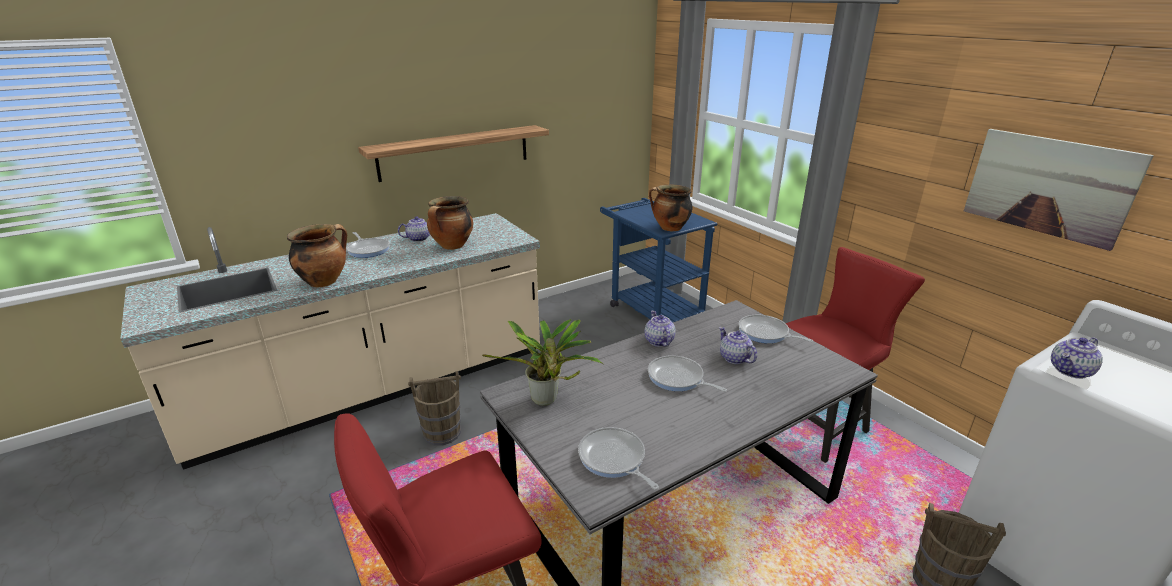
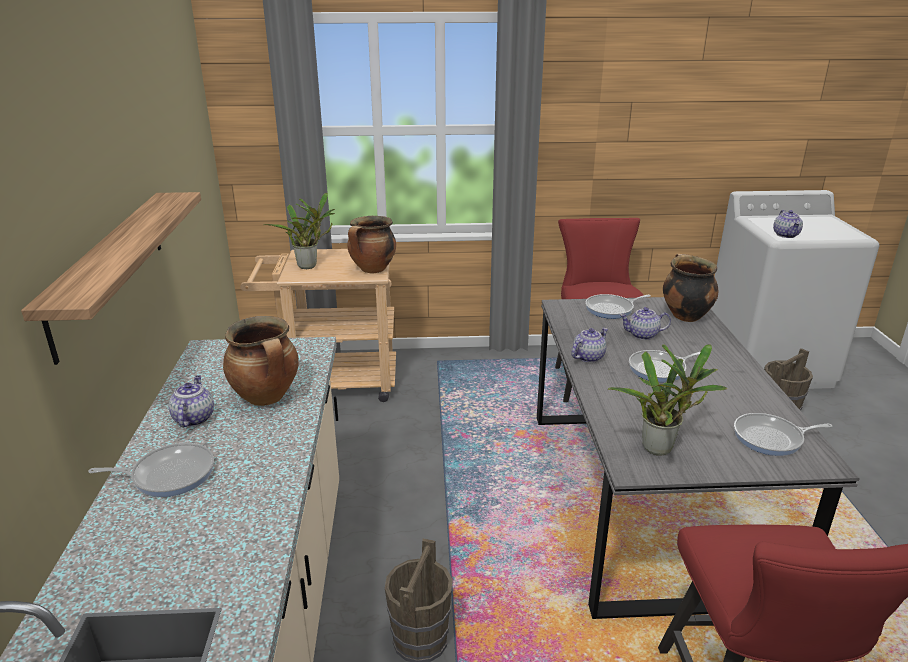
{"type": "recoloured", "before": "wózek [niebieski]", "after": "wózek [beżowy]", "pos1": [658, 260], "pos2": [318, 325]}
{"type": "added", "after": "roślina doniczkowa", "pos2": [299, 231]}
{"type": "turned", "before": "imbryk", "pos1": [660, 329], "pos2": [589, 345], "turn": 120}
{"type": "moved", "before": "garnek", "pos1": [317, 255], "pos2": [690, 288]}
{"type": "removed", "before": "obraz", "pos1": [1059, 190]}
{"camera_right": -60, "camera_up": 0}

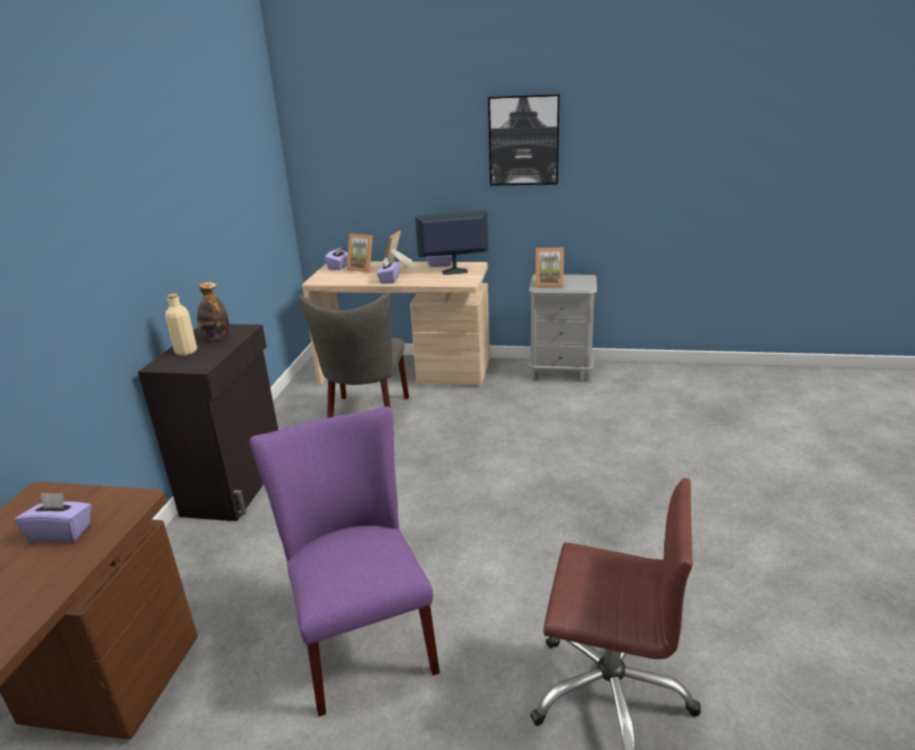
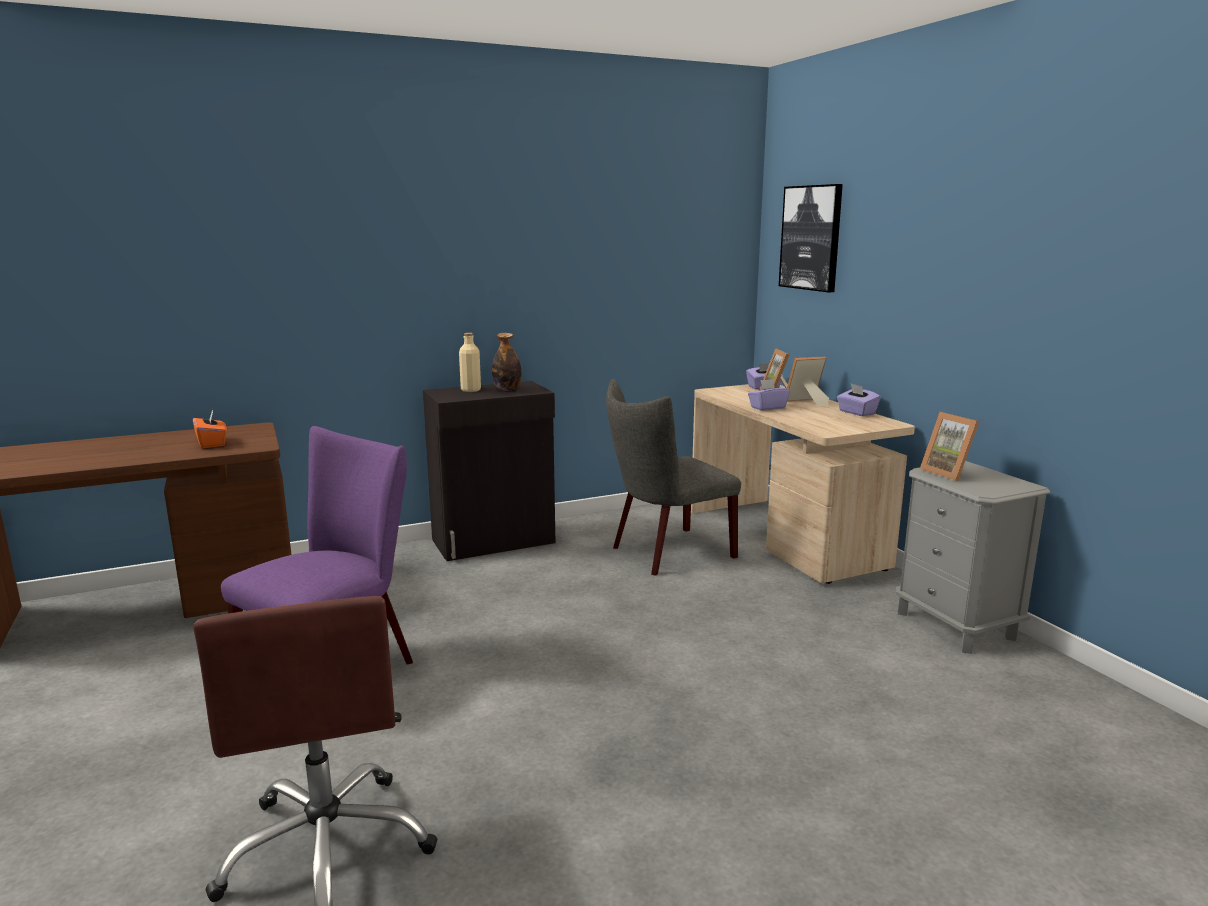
{"type": "recoloured", "before": "pudełko chusteczek [fioletowy]", "after": "pudełko chusteczek [pomarańczowy]", "pos1": [53, 517], "pos2": [210, 429]}
{"type": "moved", "before": "obraz", "pos1": [524, 140], "pos2": [811, 238]}
{"type": "removed", "before": "monitor", "pos1": [451, 242]}
{"camera_right": 55, "camera_up": -10}

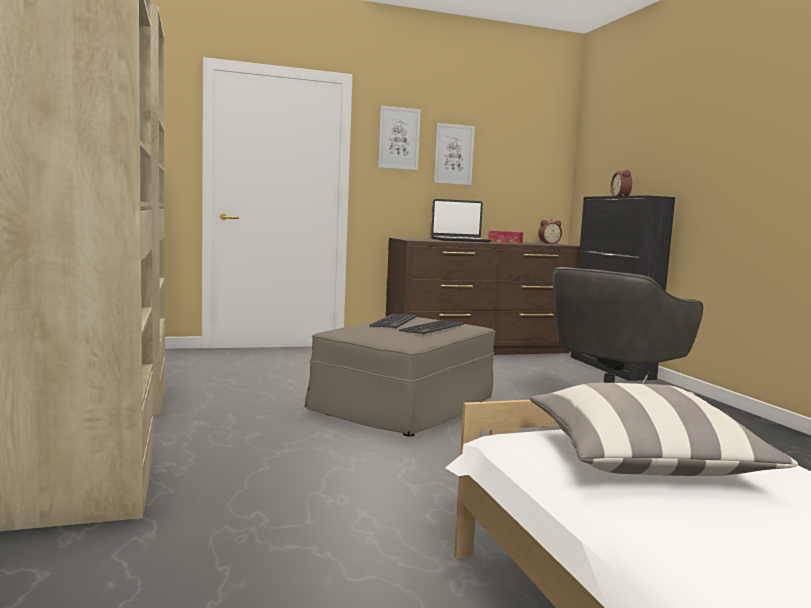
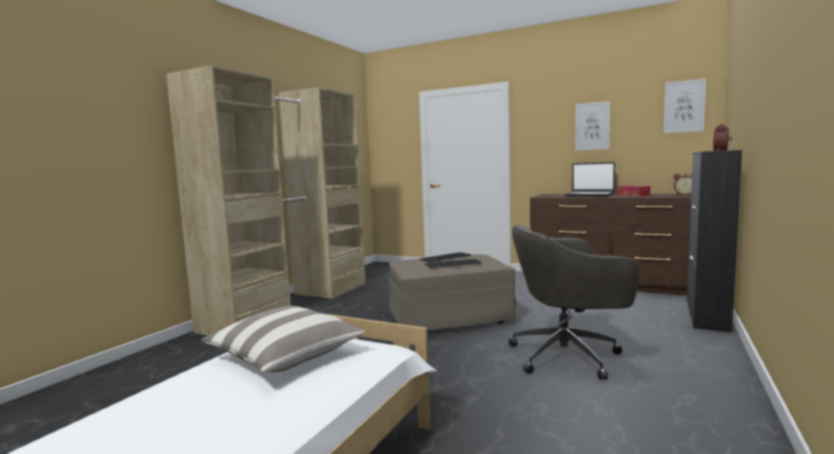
{"type": "moved", "before": "obraz", "pos1": [399, 138], "pos2": [685, 106]}
{"camera_right": 45, "camera_up": 0}

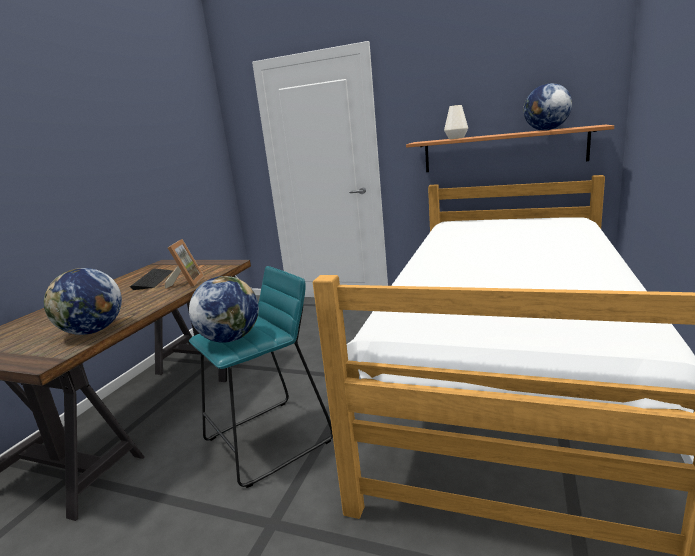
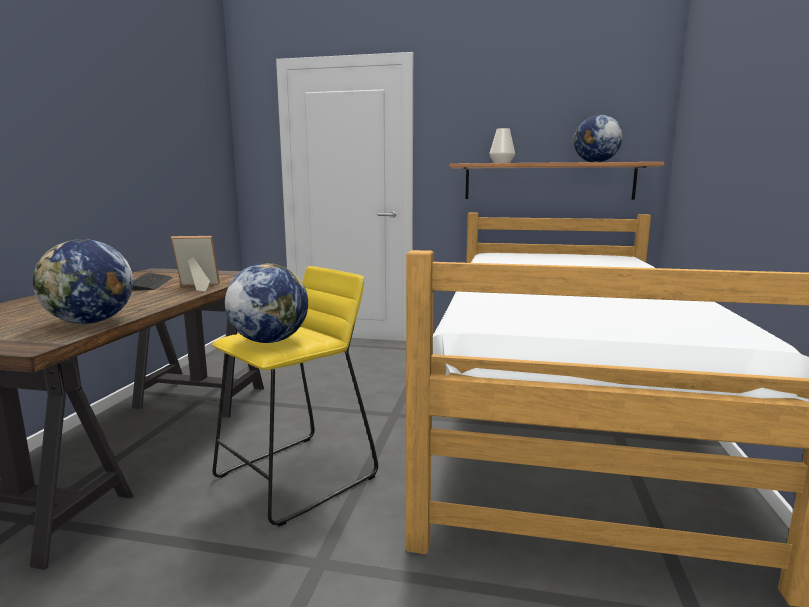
{"type": "turned", "before": "ramka na zdjęcie", "pos1": [184, 263], "pos2": [195, 263], "turn": -90}
{"type": "recoloured", "before": "stołek [turkusowy]", "after": "stołek [żółty]", "pos1": [261, 377], "pos2": [295, 396]}
{"camera_right": -10, "camera_up": -5}

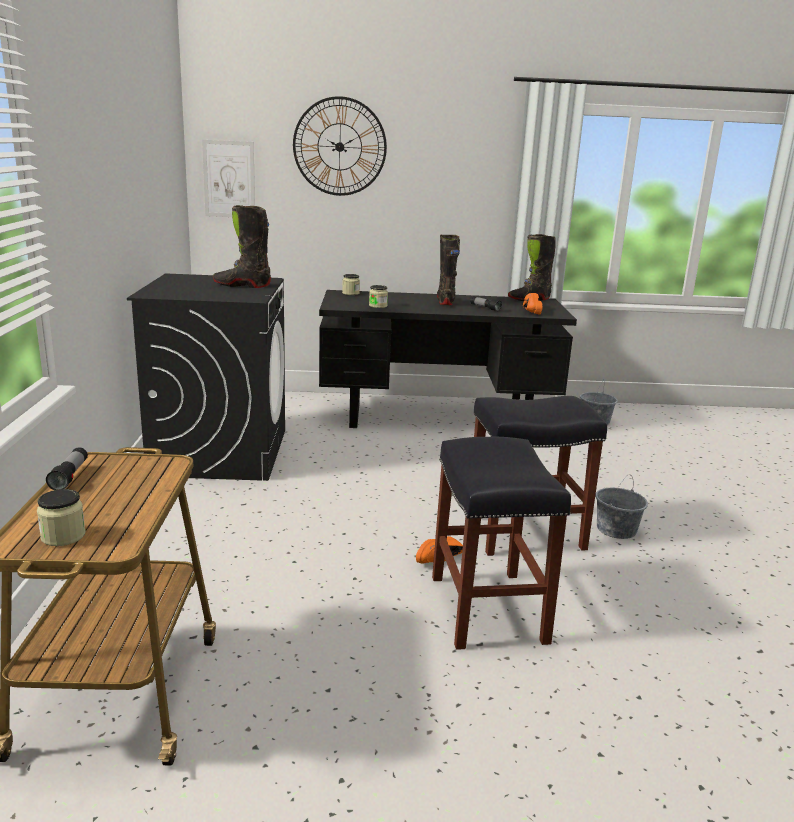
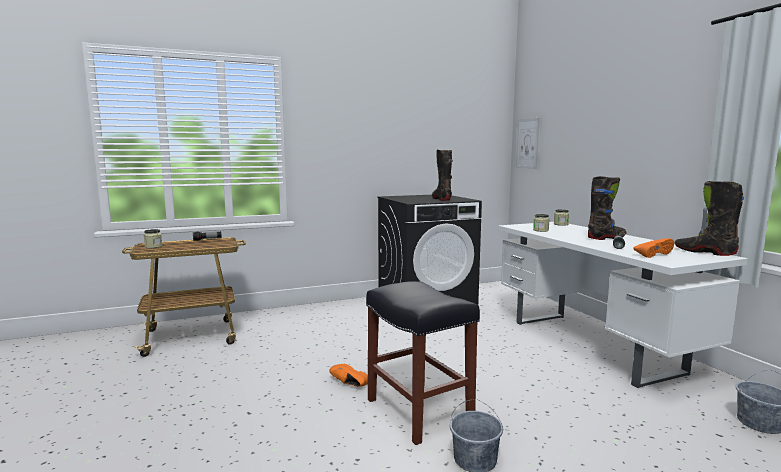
{"type": "recoloured", "before": "biurko [czarny]", "after": "biurko [biały]", "pos1": [448, 359], "pos2": [623, 305]}
{"type": "removed", "before": "zegar ścienny", "pos1": [340, 146]}
{"type": "removed", "before": "stołek [czarny]", "pos1": [501, 543]}
{"camera_right": 70, "camera_up": -10}

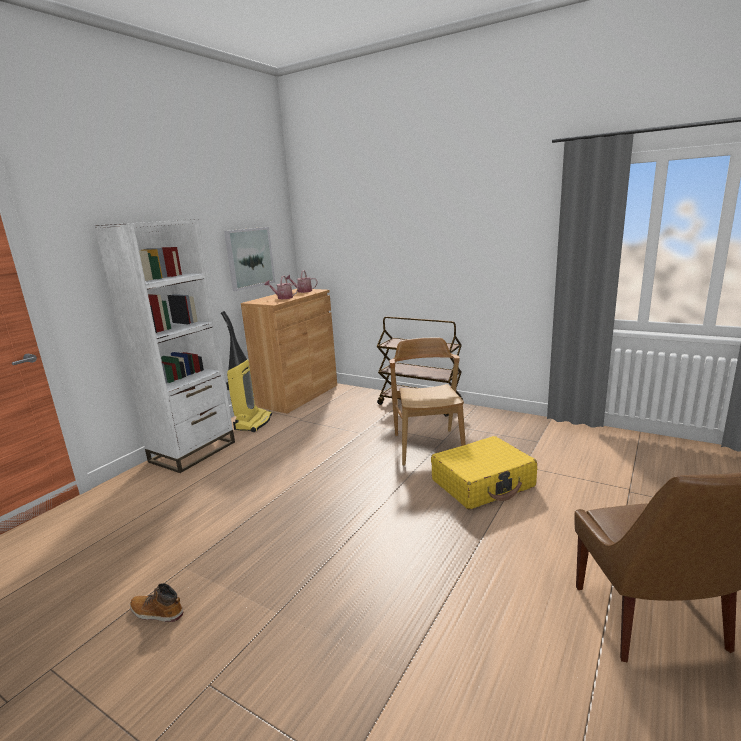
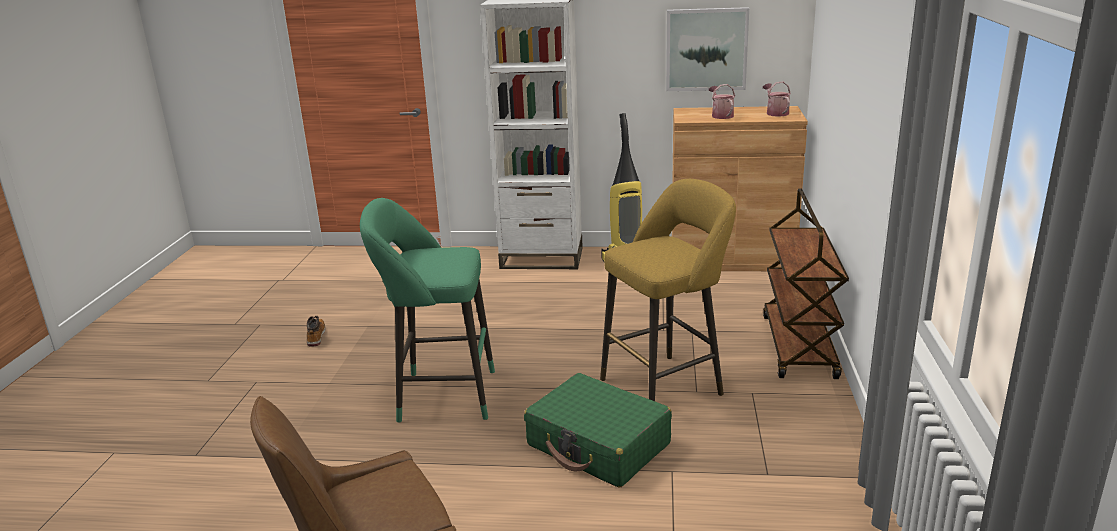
{"type": "added", "after": "stołek [zielony]", "pos2": [427, 310]}
{"type": "recoloured", "before": "walizka [żółty]", "after": "walizka [zielony]", "pos1": [484, 472], "pos2": [598, 430]}
{"type": "replaced", "before": "krzesło [brązowy]", "after": "stołek [żółty]", "pos1": [427, 402], "pos2": [668, 290]}
{"camera_right": 65, "camera_up": 5}

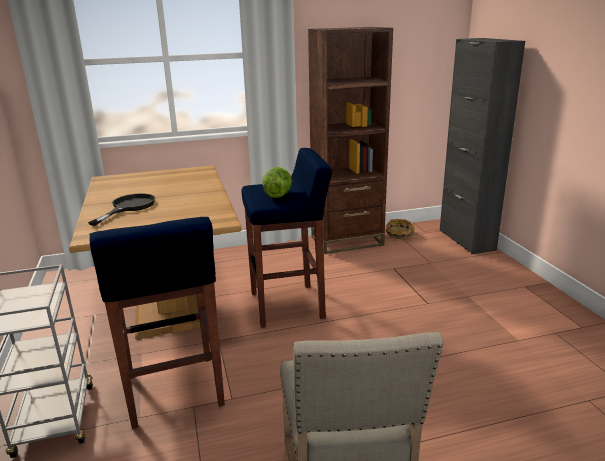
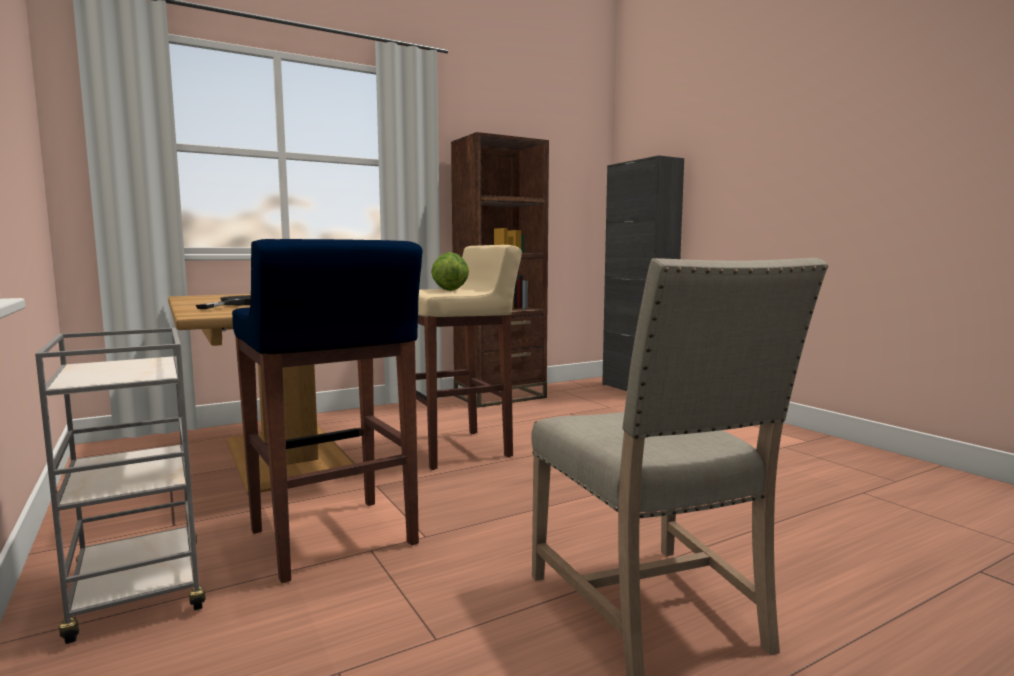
{"type": "recoloured", "before": "stołek [niebieski]", "after": "stołek [beżowy]", "pos1": [286, 238], "pos2": [469, 357]}
{"type": "removed", "before": "koszyk", "pos1": [400, 229]}
{"camera_right": -15, "camera_up": -15}

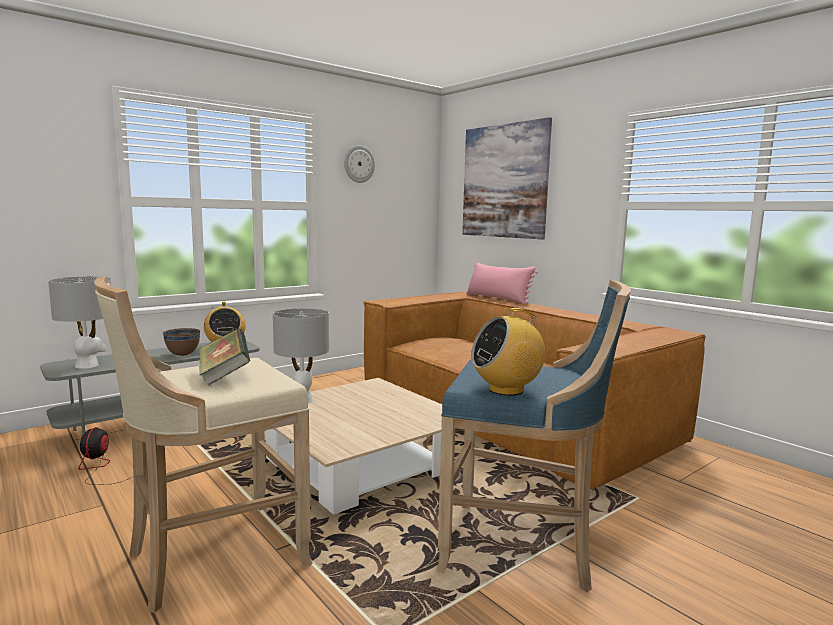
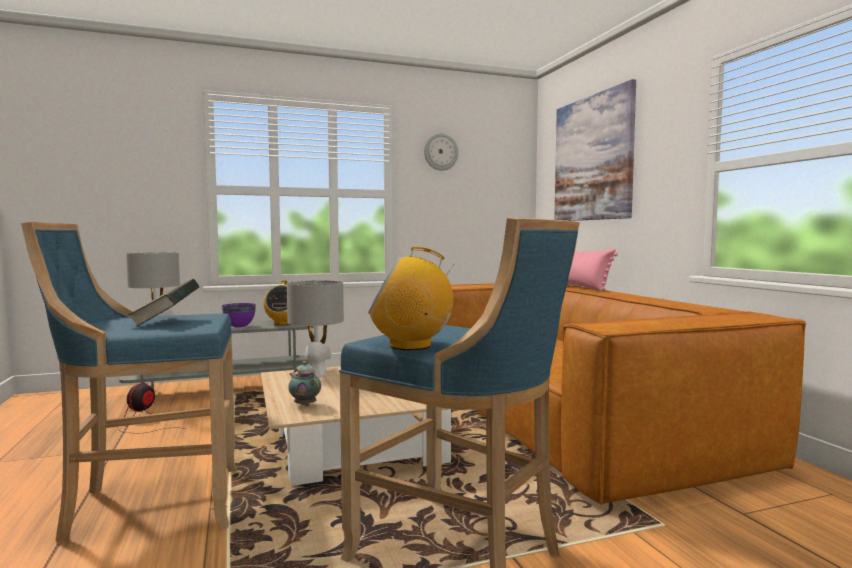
{"type": "recoloured", "before": "stołek [beżowy]", "after": "stołek [niebieski]", "pos1": [203, 444], "pos2": [129, 383]}
{"type": "recoloured", "before": "miska [brązowy]", "after": "miska [fioletowy]", "pos1": [181, 342], "pos2": [239, 315]}
{"type": "added", "after": "imbryk", "pos2": [304, 384]}
{"camera_right": 20, "camera_up": -5}

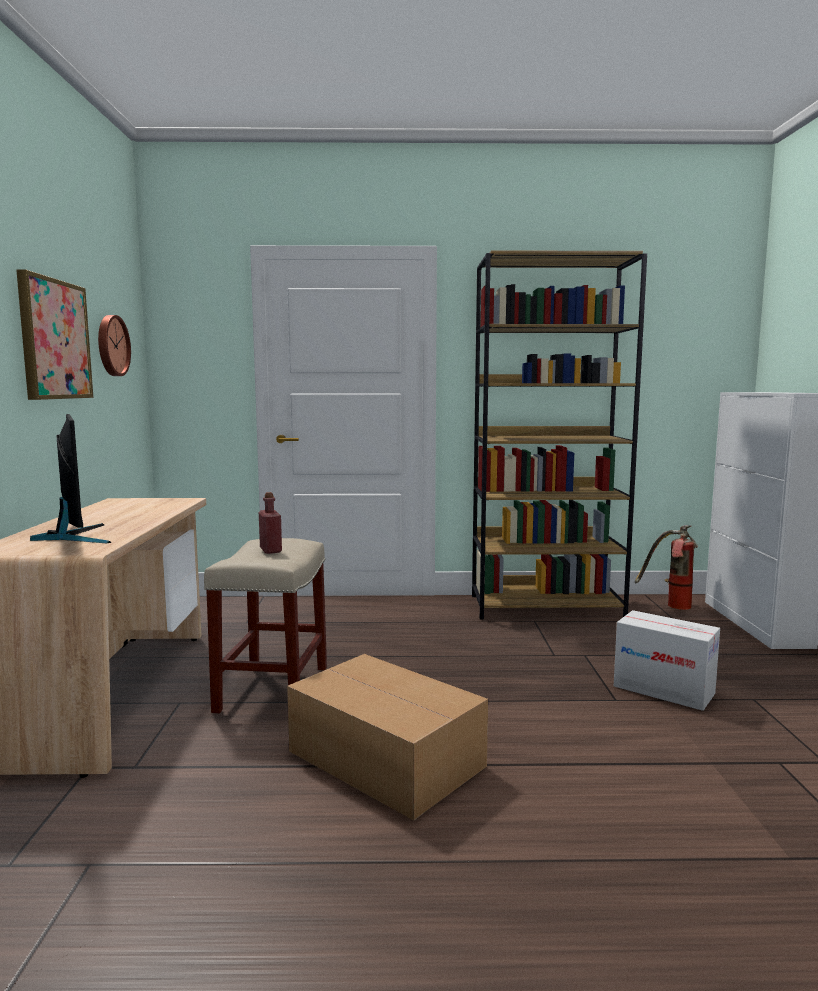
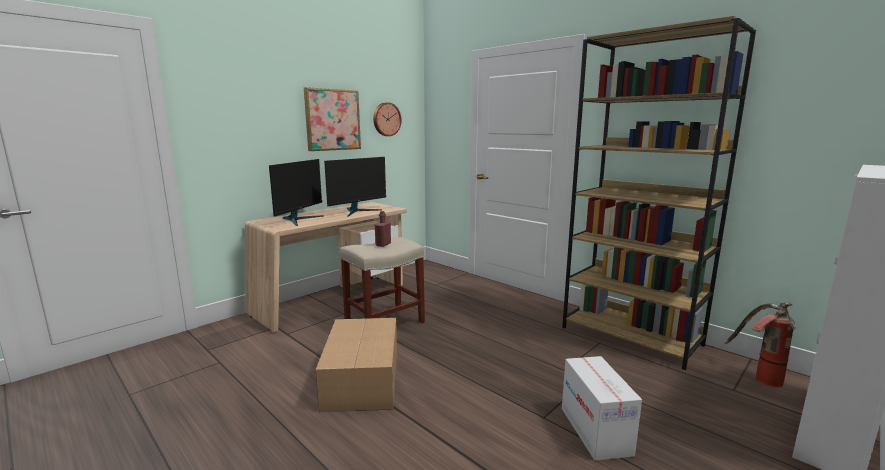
{"type": "added", "after": "monitor", "pos2": [355, 187]}
{"camera_right": 45, "camera_up": 5}

